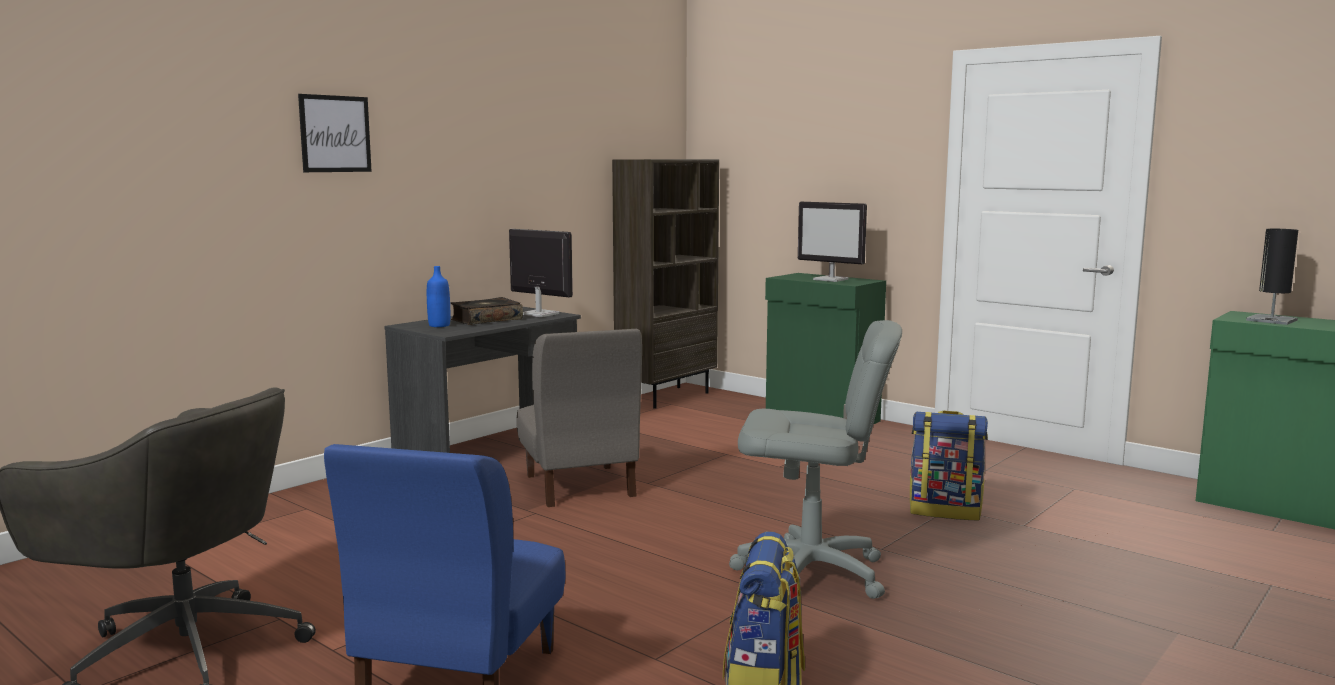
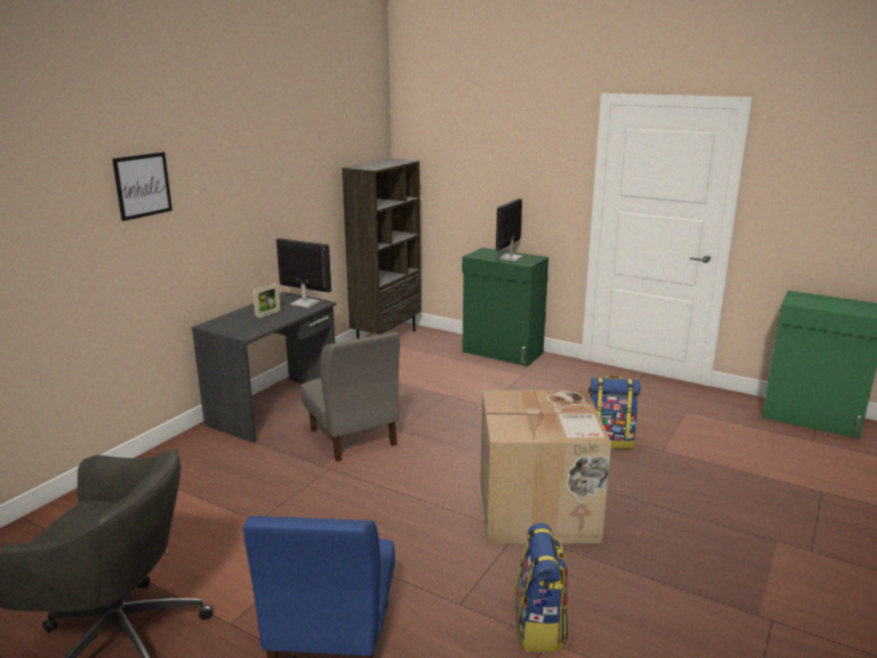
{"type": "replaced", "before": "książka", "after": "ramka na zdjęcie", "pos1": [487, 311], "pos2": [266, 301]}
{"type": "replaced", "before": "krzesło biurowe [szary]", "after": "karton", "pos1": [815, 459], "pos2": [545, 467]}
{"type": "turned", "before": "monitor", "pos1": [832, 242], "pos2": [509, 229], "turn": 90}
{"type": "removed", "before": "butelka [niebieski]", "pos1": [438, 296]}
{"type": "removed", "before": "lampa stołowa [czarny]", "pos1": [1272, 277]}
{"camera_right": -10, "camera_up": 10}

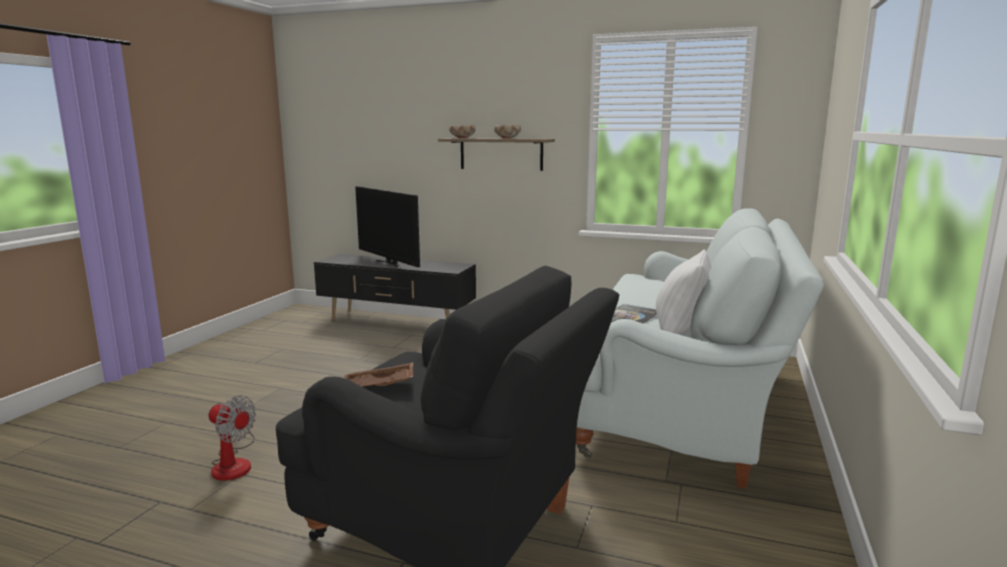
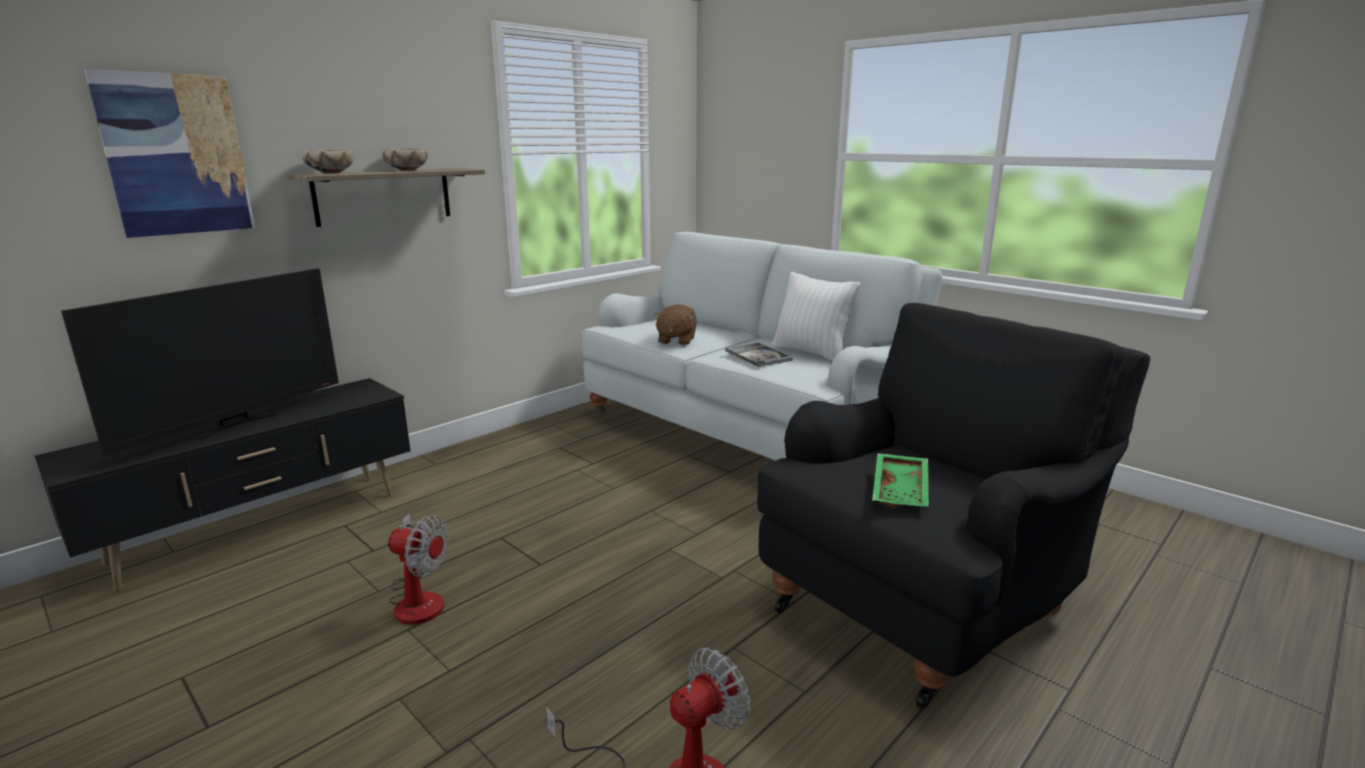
{"type": "turned", "before": "telewizor", "pos1": [387, 226], "pos2": [200, 362], "turn": -45}
{"type": "added", "after": "obraz", "pos2": [169, 153]}
{"type": "added", "after": "wentylator", "pos2": [418, 569]}
{"type": "added", "after": "pluszak [brązowy]", "pos2": [675, 324]}
{"type": "recoloured", "before": "taca [brązowy]", "after": "taca [zielony]", "pos1": [379, 375], "pos2": [900, 480]}
{"camera_right": -65, "camera_up": 5}

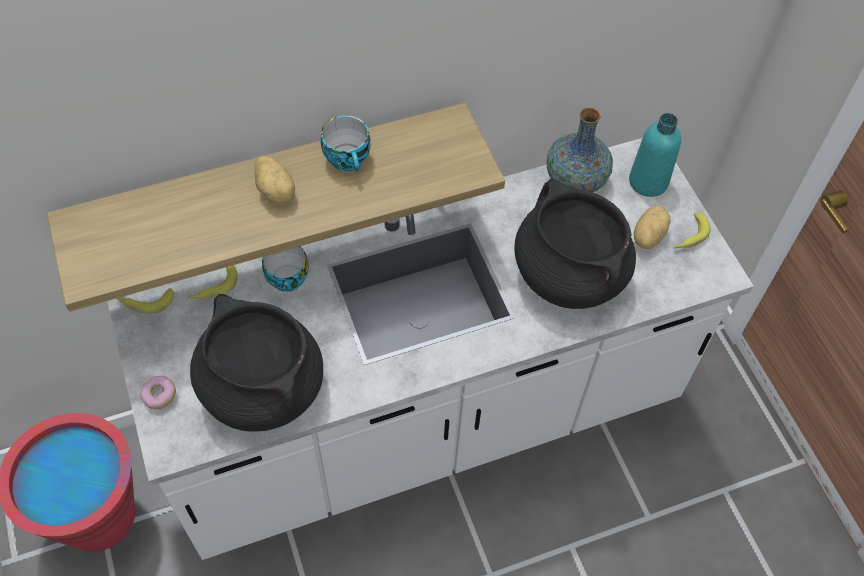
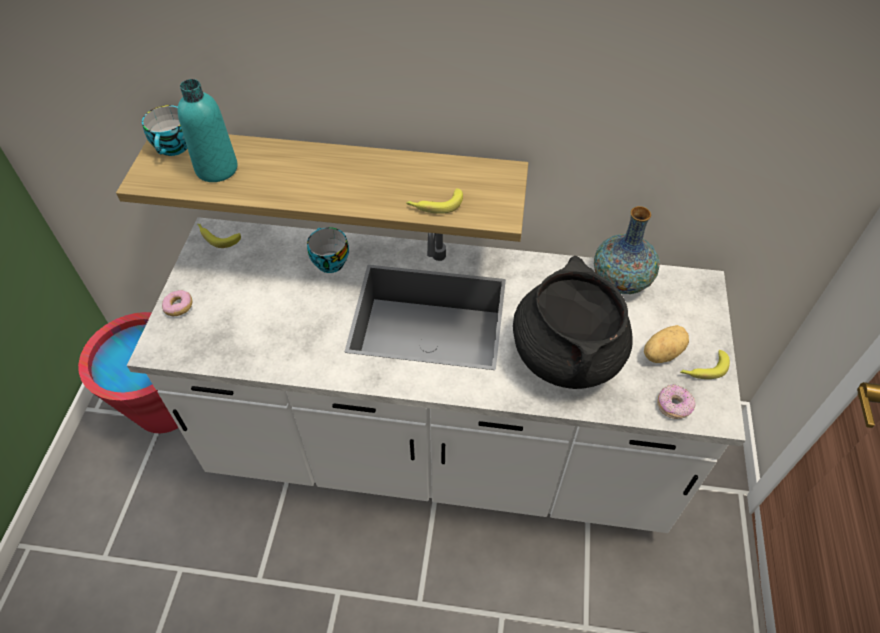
{"type": "moved", "before": "filiżanka", "pos1": [346, 143], "pos2": [165, 130]}
{"type": "moved", "before": "butelka [turkusowy]", "pos1": [655, 155], "pos2": [207, 130]}
{"type": "moved", "before": "banan", "pos1": [213, 282], "pos2": [434, 200]}
{"type": "added", "after": "donut", "pos2": [676, 401]}
{"type": "removed", "before": "garnek [czarny]", "pos1": [256, 363]}
{"type": "removed", "before": "ziemniak", "pos1": [275, 179]}
{"camera_right": 30, "camera_up": -5}

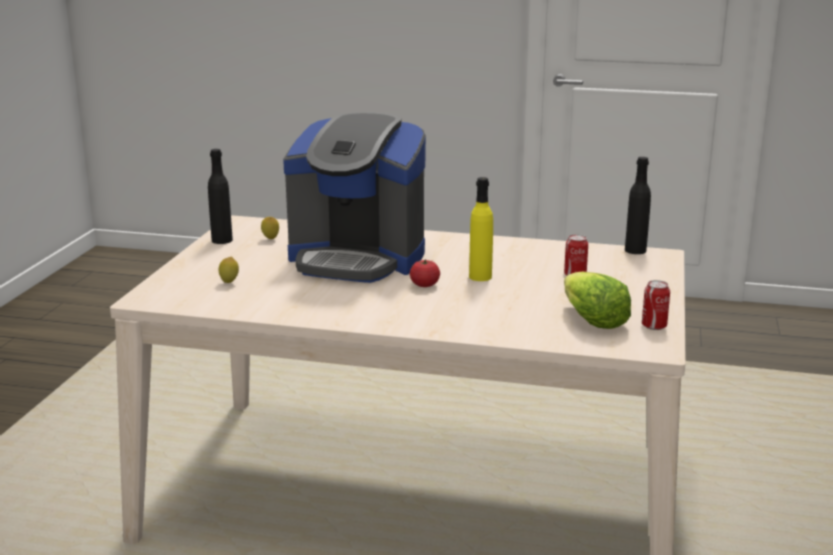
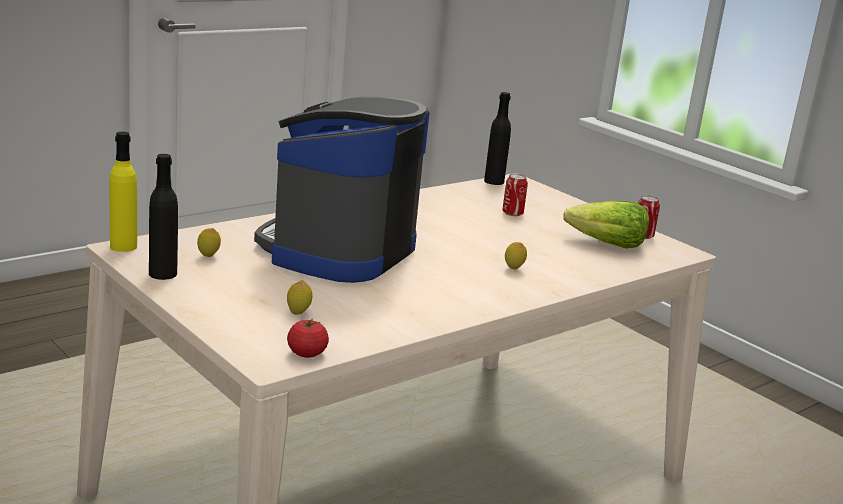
{"type": "moved", "before": "butelka [żółty]", "pos1": [481, 229], "pos2": [123, 192]}
{"type": "turned", "before": "ekspres do kawy", "pos1": [354, 197], "pos2": [342, 190], "turn": 150}
{"type": "moved", "before": "pomidor", "pos1": [425, 273], "pos2": [308, 338]}
{"type": "added", "after": "cytryna", "pos2": [516, 255]}
{"camera_right": -55, "camera_up": 0}

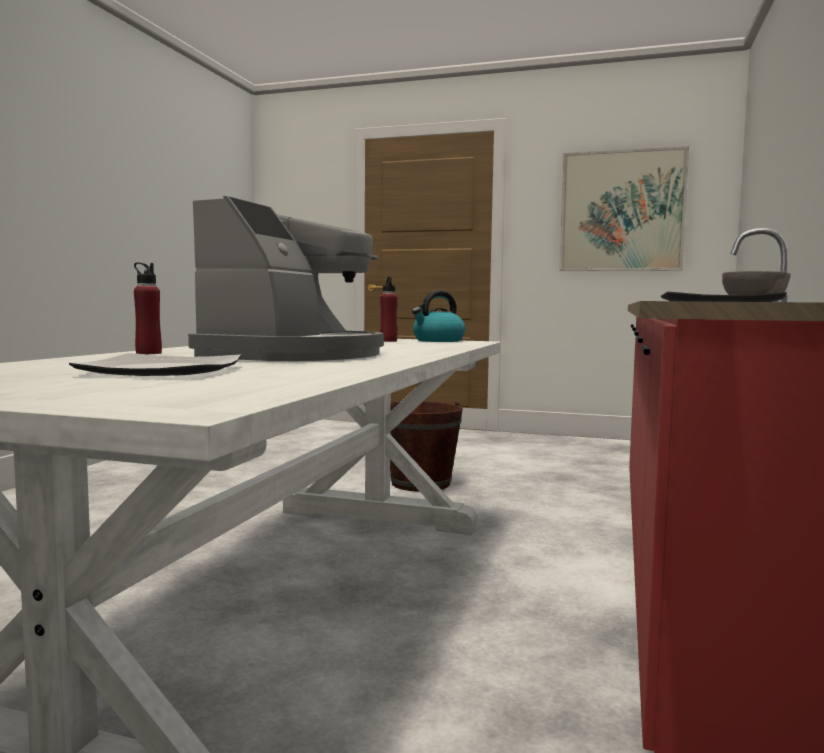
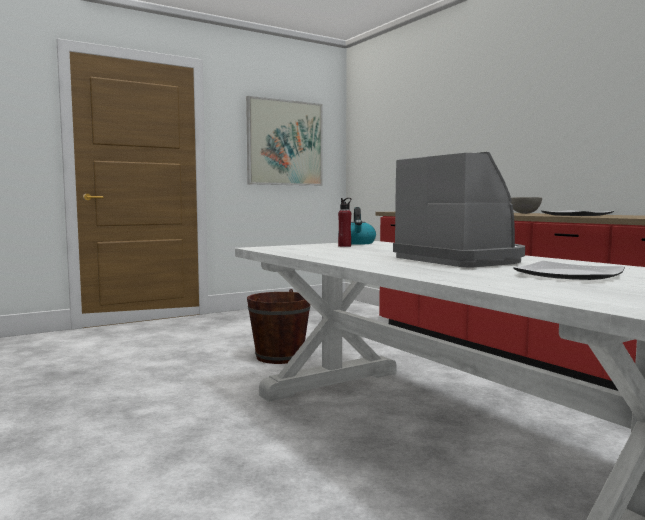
{"type": "removed", "before": "butelka [czerwony]", "pos1": [148, 308]}
{"camera_right": -50, "camera_up": 0}

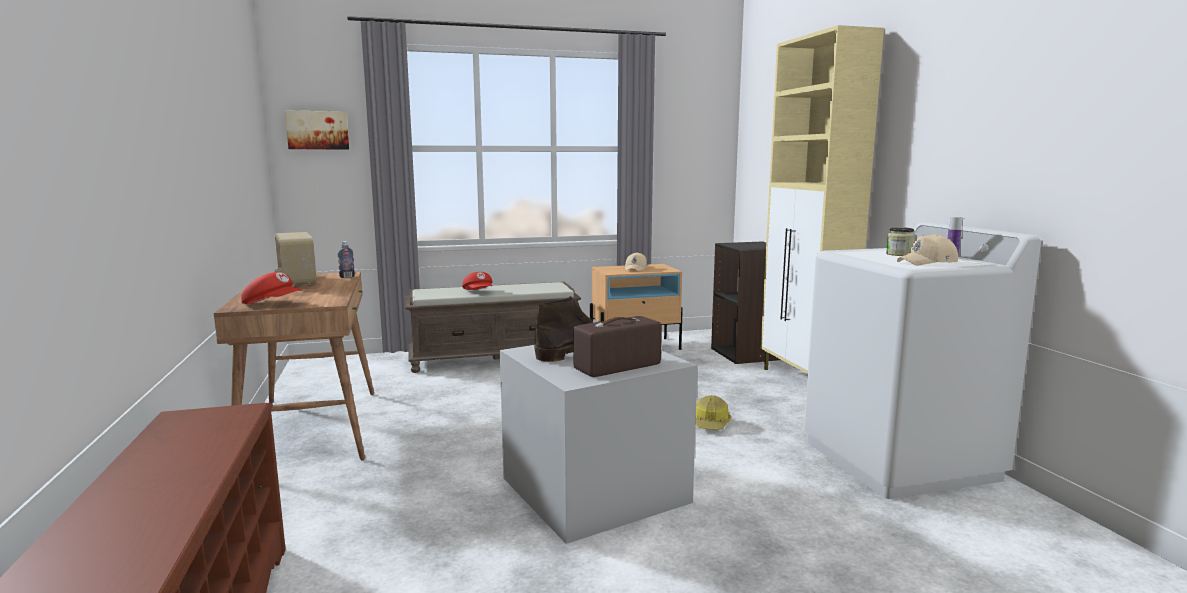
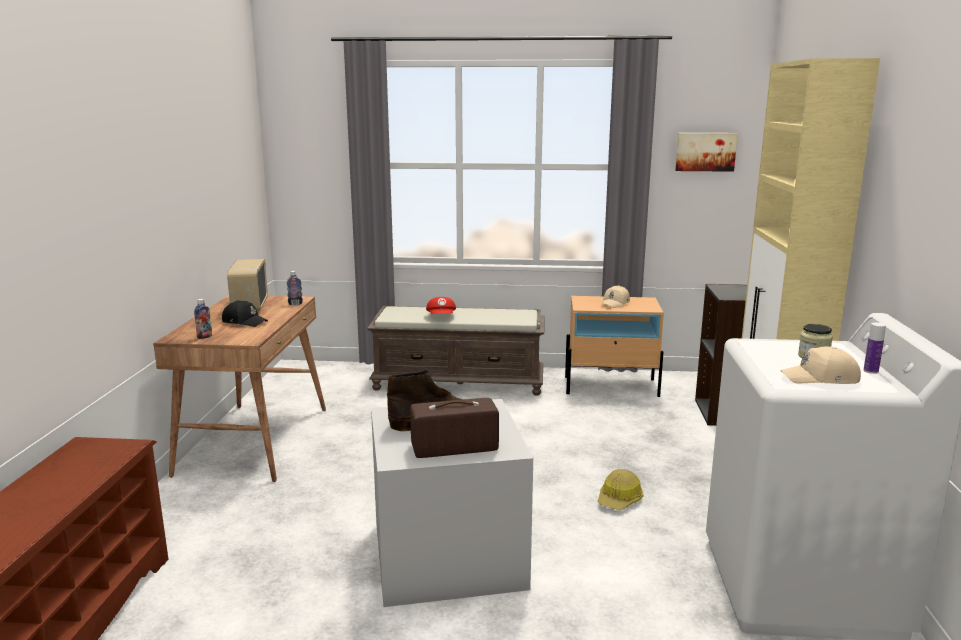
{"type": "replaced", "before": "czapka z daszkiem [czerwony]", "after": "butelka", "pos1": [271, 288], "pos2": [203, 319]}
{"type": "added", "after": "czapka z daszkiem [czarny]", "pos2": [245, 313]}
{"type": "moved", "before": "obraz", "pos1": [317, 129], "pos2": [706, 152]}
{"camera_right": 20, "camera_up": 5}

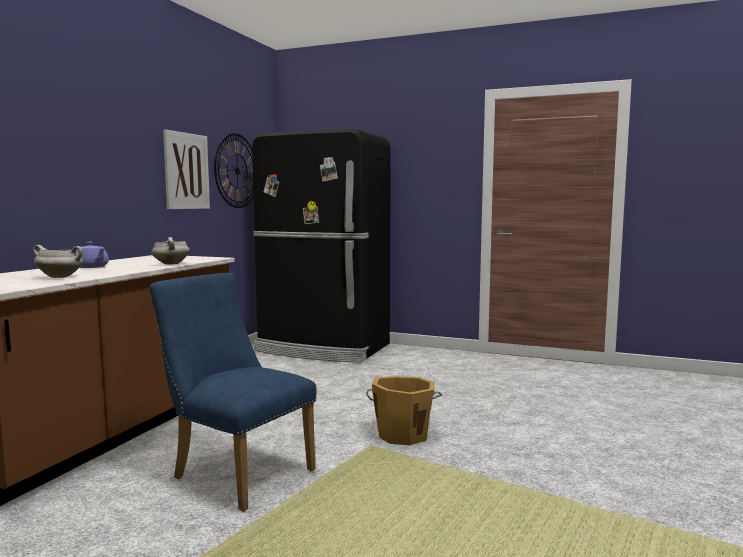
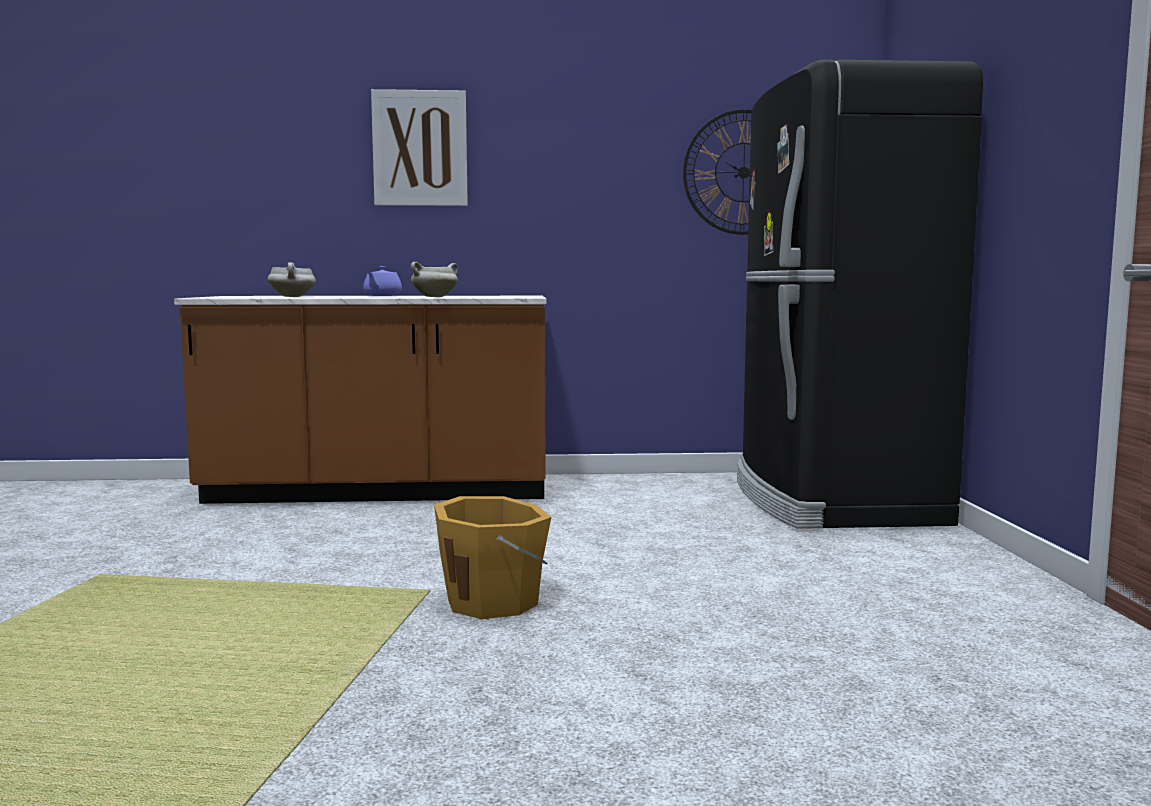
{"type": "moved", "before": "obraz", "pos1": [186, 169], "pos2": [419, 147]}
{"type": "removed", "before": "krzesło [niebieski]", "pos1": [233, 392]}
{"camera_right": 65, "camera_up": 0}

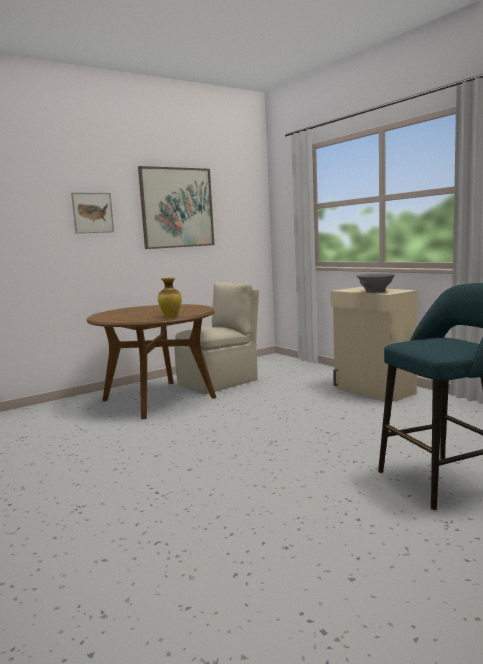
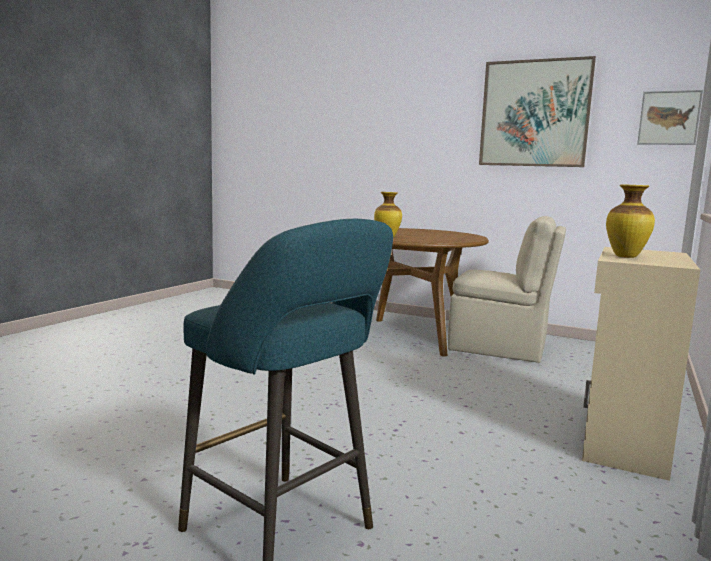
{"type": "replaced", "before": "miska [szary]", "after": "wazon", "pos1": [375, 283], "pos2": [630, 221]}
{"type": "moved", "before": "obraz", "pos1": [92, 213], "pos2": [670, 117]}
{"camera_right": 60, "camera_up": 0}

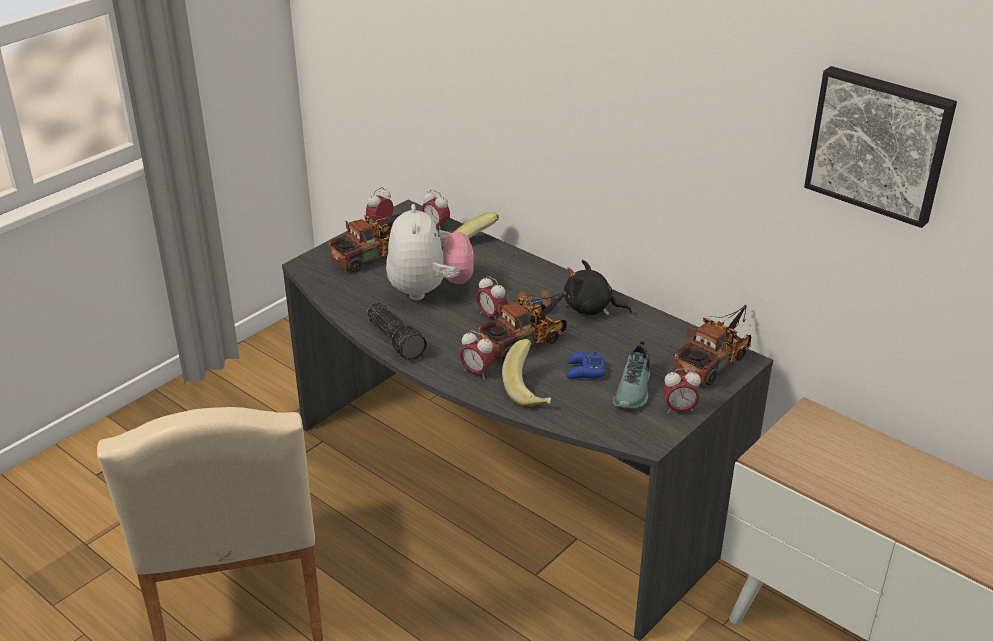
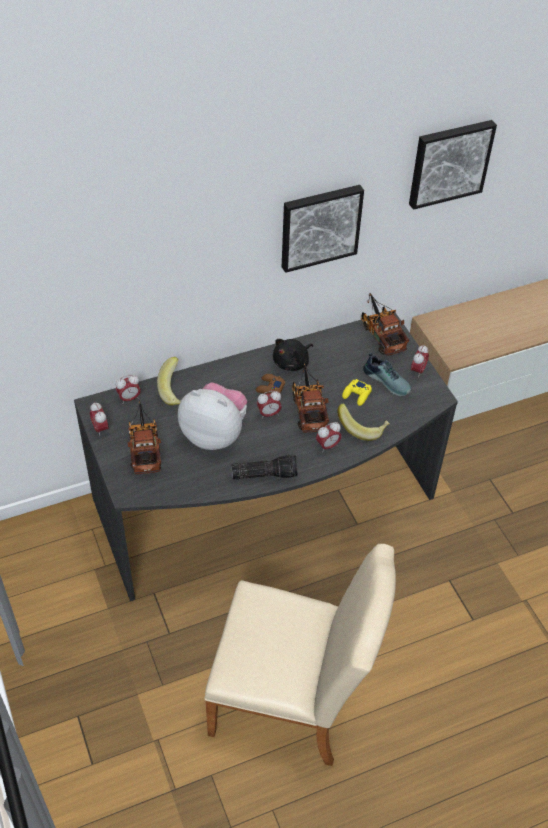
{"type": "added", "after": "obraz", "pos2": [323, 229]}
{"type": "recoloured", "before": "pad do gier [niebieski]", "after": "pad do gier [żółty]", "pos1": [585, 365], "pos2": [357, 392]}
{"camera_right": -65, "camera_up": 15}

